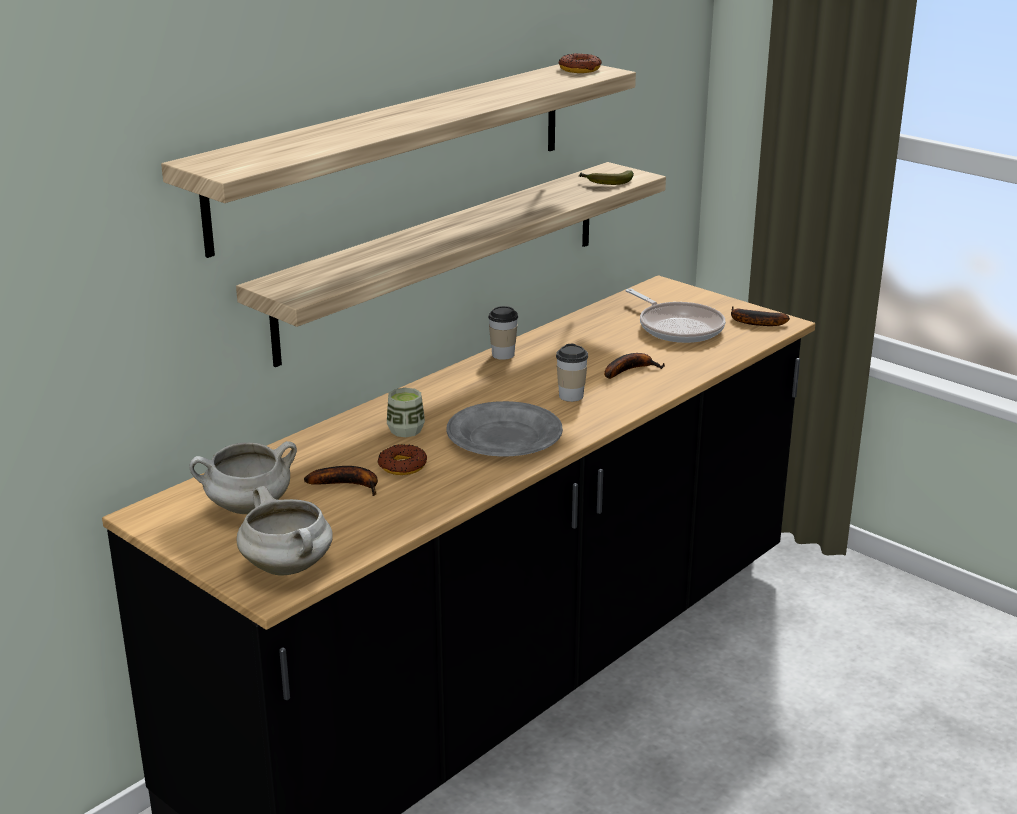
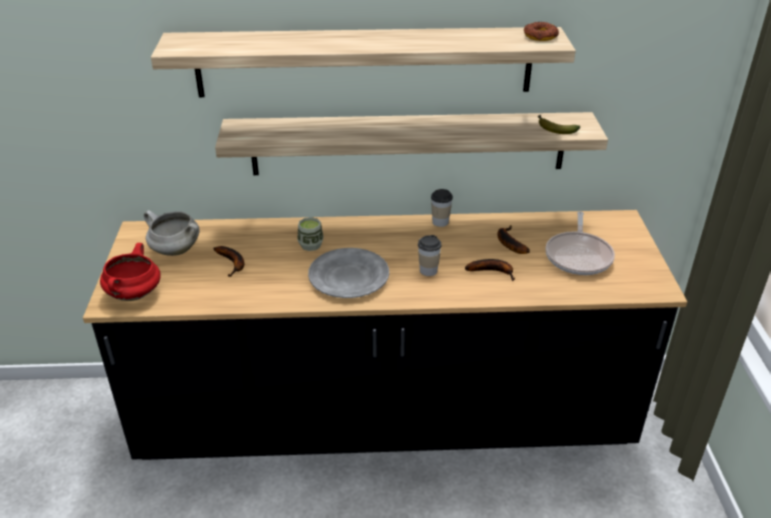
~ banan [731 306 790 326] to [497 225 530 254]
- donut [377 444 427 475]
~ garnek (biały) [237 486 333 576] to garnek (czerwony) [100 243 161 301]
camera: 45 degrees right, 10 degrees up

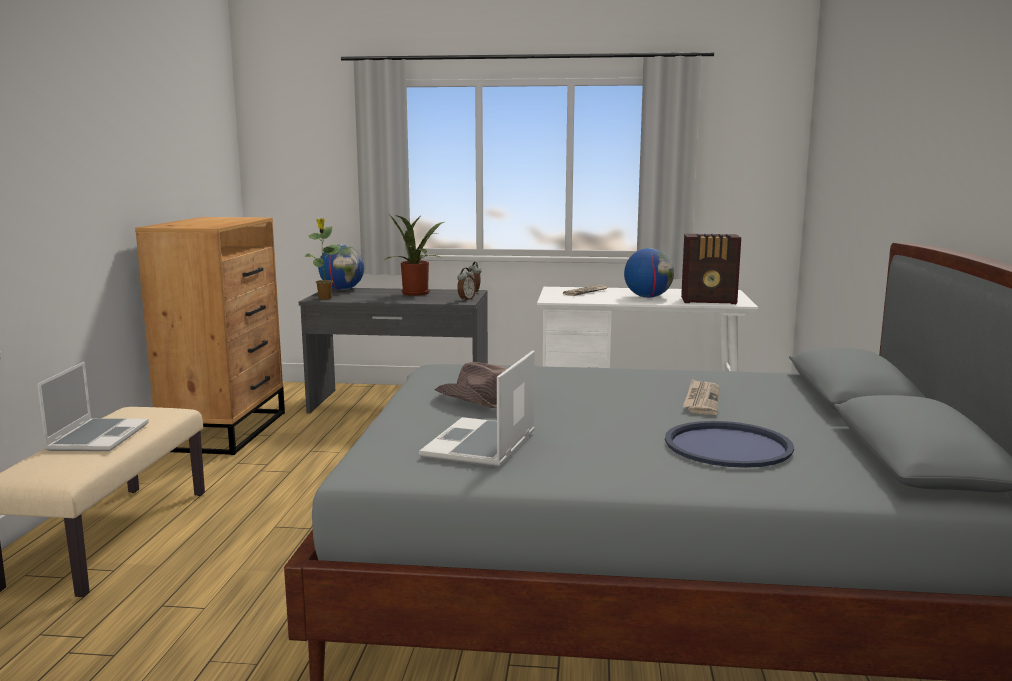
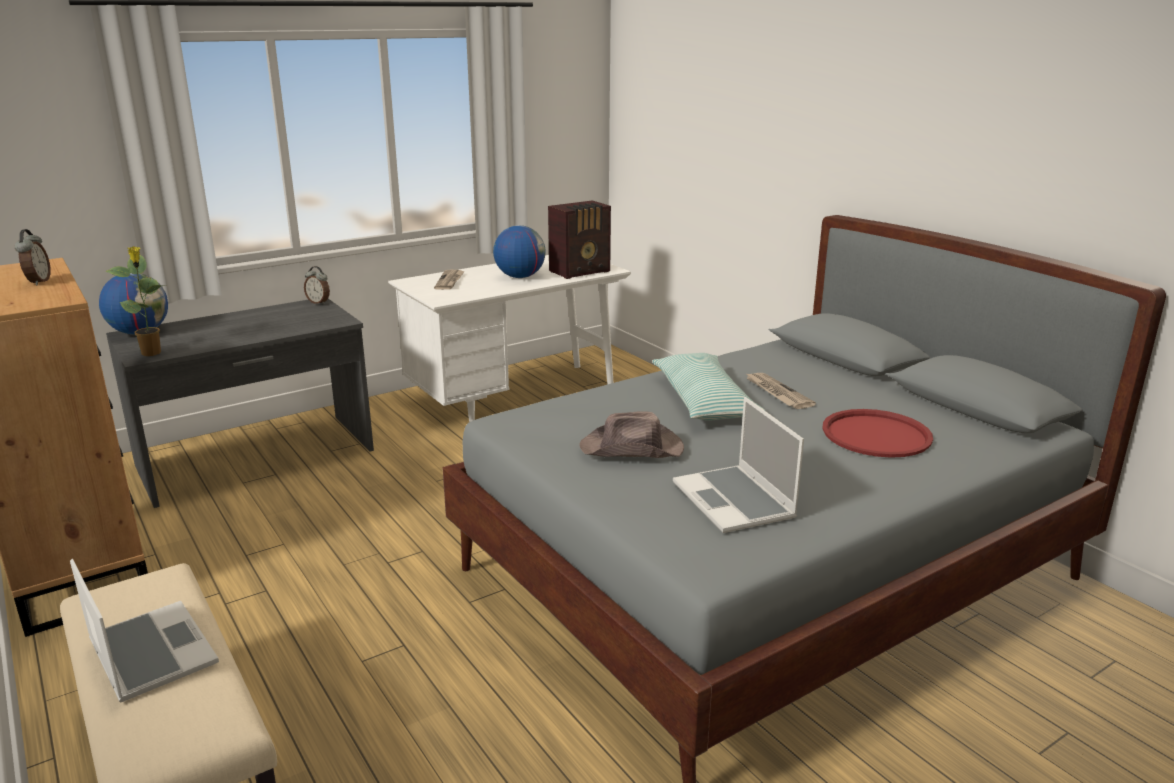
- roślina doniczkowa [385 215 444 295]
~ budzik [457 268 476 301] to [15 229 51 285]
~ taca (niebieski) [665 421 794 468] to taca (czerwony) [822 409 933 458]
+ poduszka [652 353 764 421]
camera: 40 degrees left, 10 degrees up

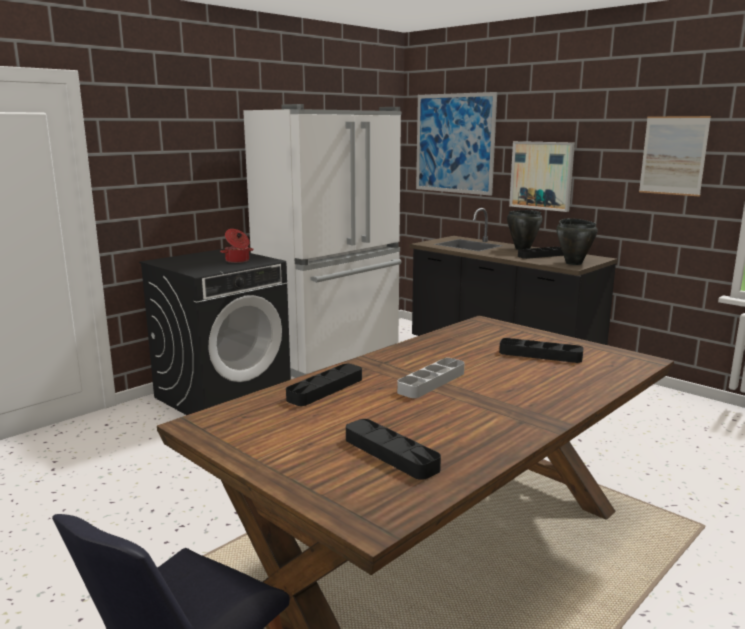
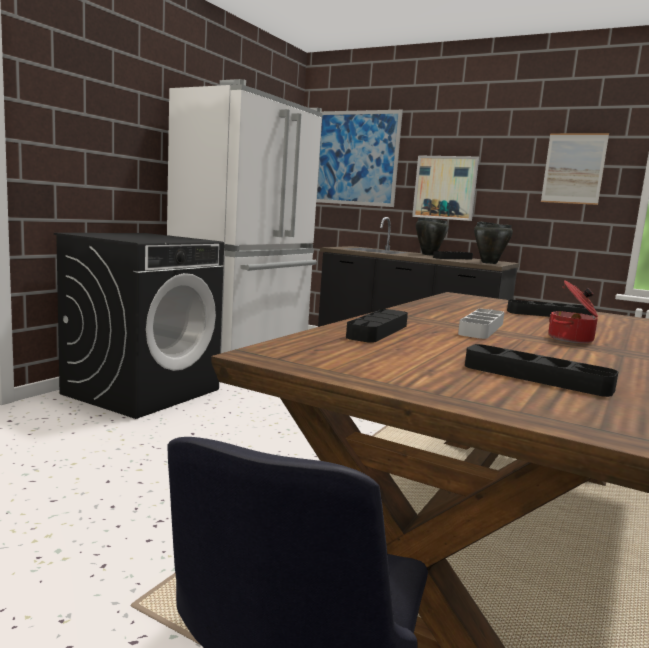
~ garnek [220 229 254 263] to [548 280 598 343]
camera: 15 degrees left, 5 degrees down

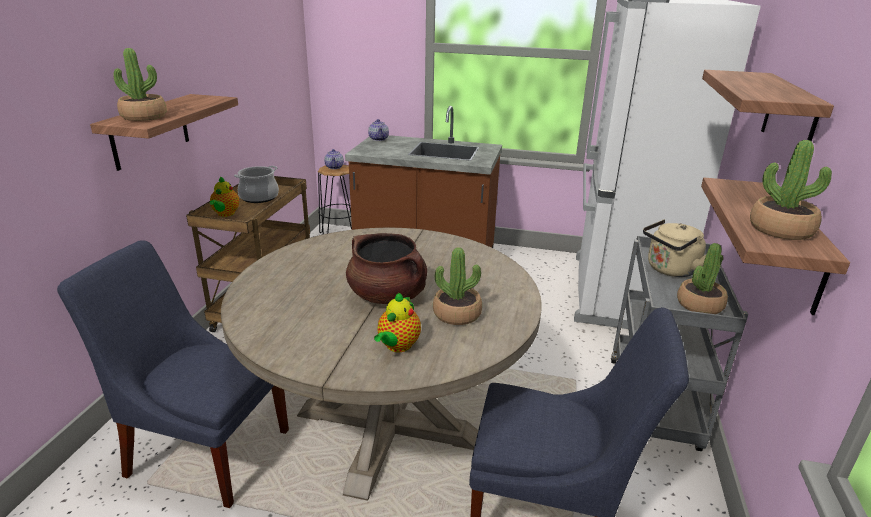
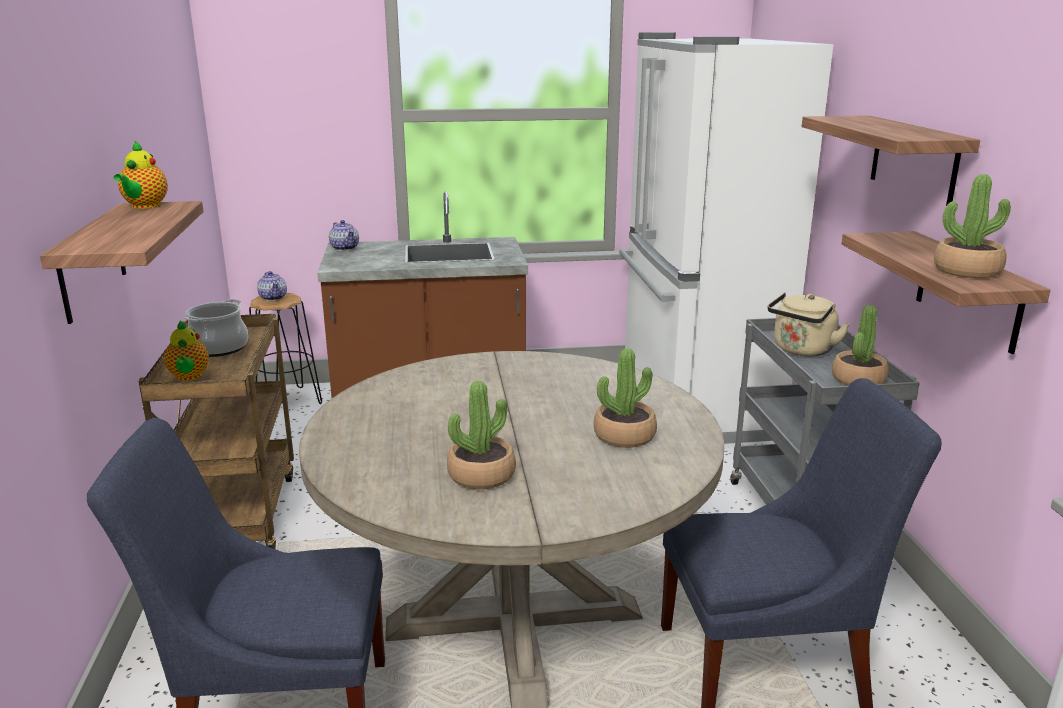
~ roślina doniczkowa [114 48 167 121] to [447 381 516 489]
- garnek (brązowy) [346 233 427 304]
~ imbryk [374 292 421 352] to [114 141 168 209]
camera: 20 degrees left, 5 degrees down

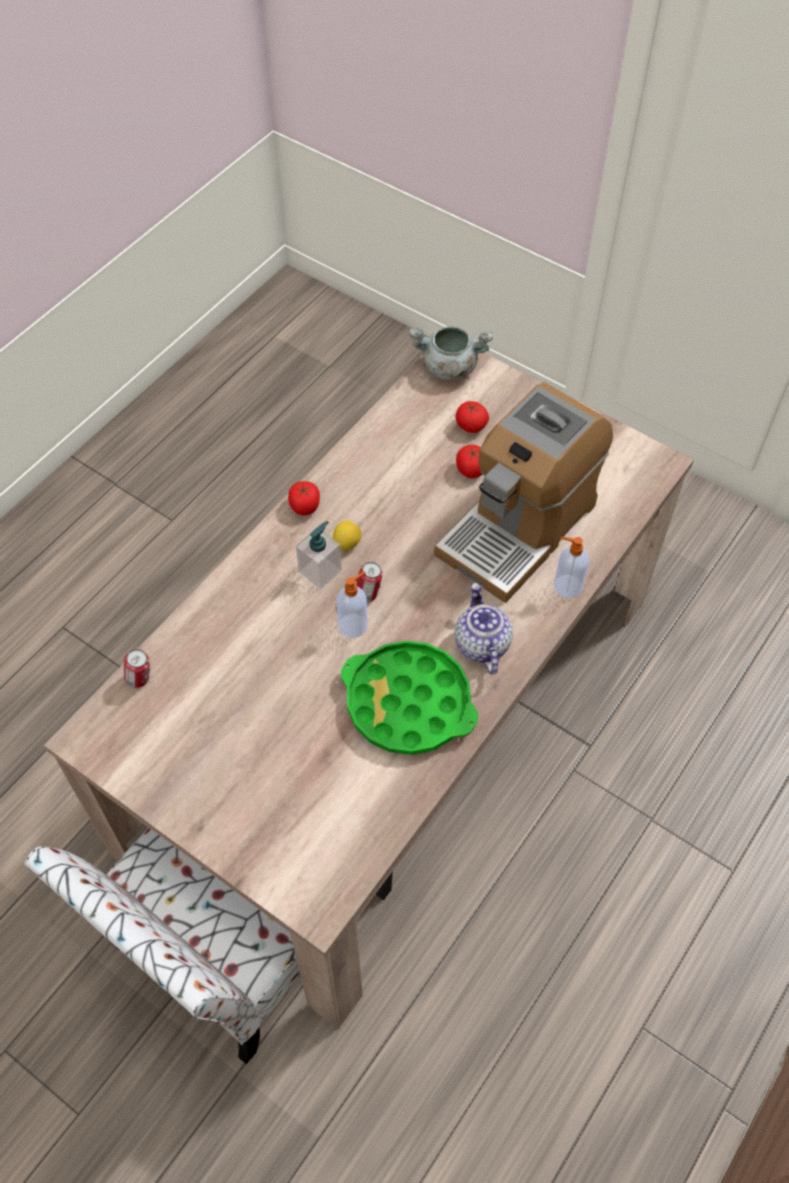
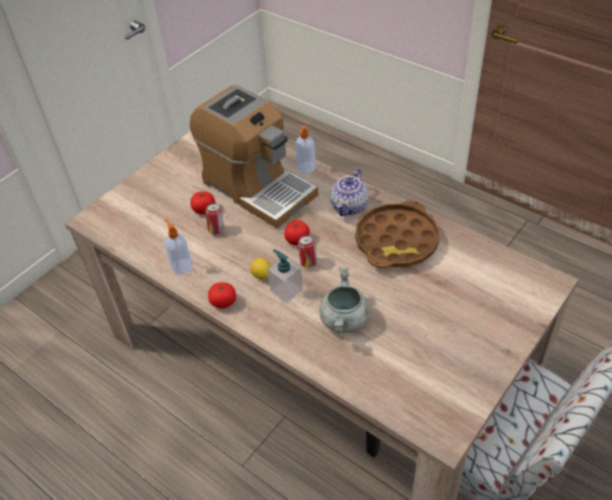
~ garnek (szary) [409 326 493 381] to [319 267 370 333]
~ pomidor [456 401 489 433] to [284 220 310 245]
~ dozownik mydła [337 571 368 638] to [164 219 192 274]
~ imbryk [455 583 513 675] = [330 168 368 216] 60 degrees counterclockwise
~ taca (zielony) [341 641 478 755] to taca (brązowy) [355 201 440 268]
~ puszka [124 649 150 688] to [206 204 224 234]
camera: 85 degrees left, 10 degrees down

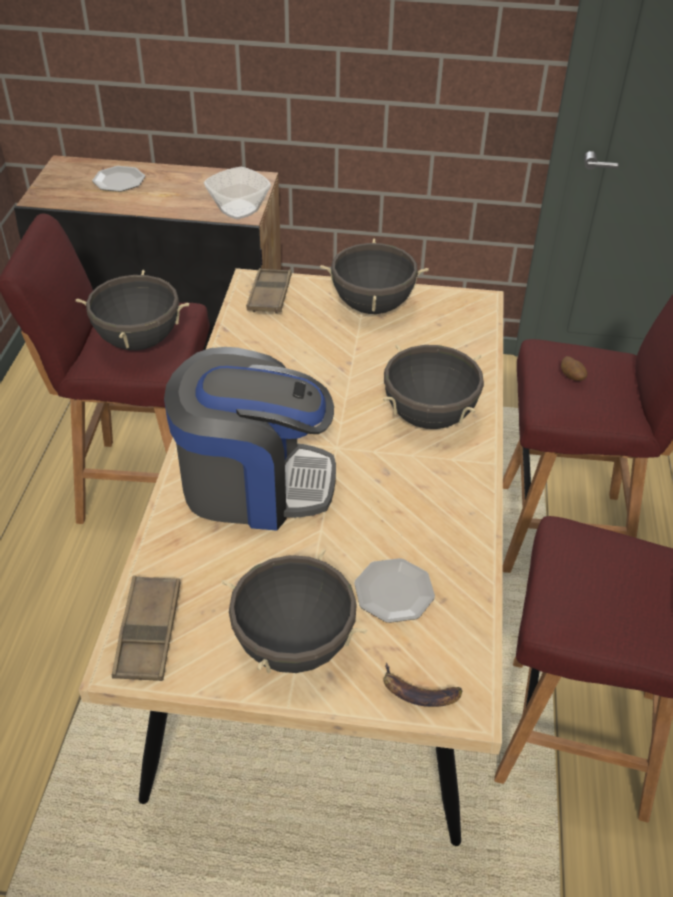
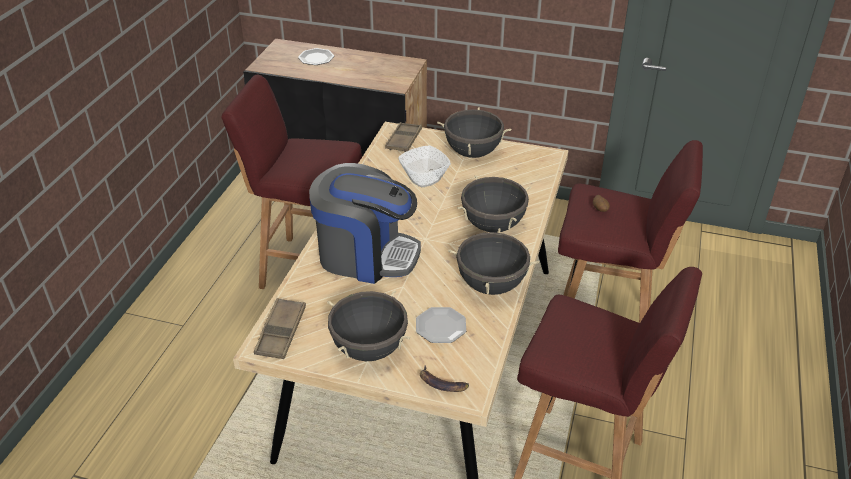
~ miska [204 167 271 219] to [398 145 451 187]
~ garnek (czarny) [76 270 189 350] to [448 228 539 295]
camera: 10 degrees right, 5 degrees down

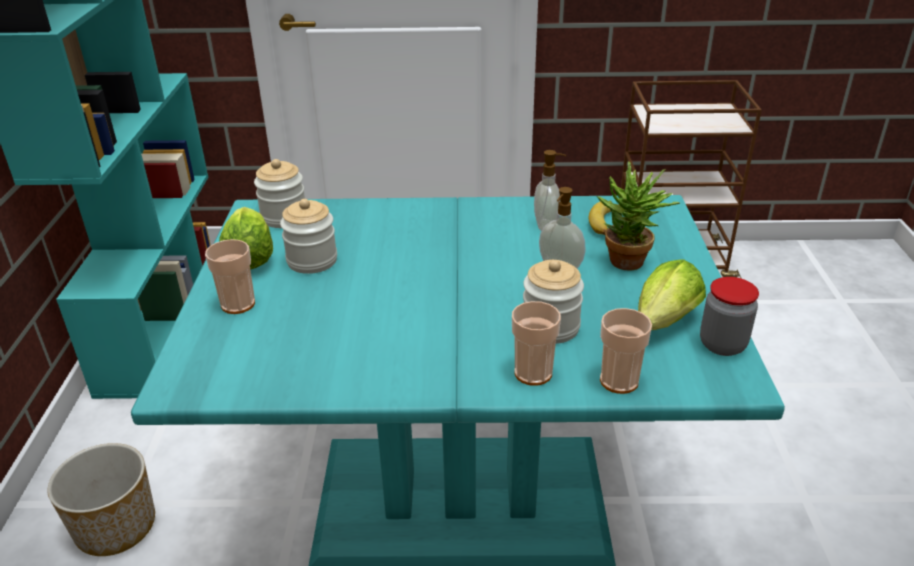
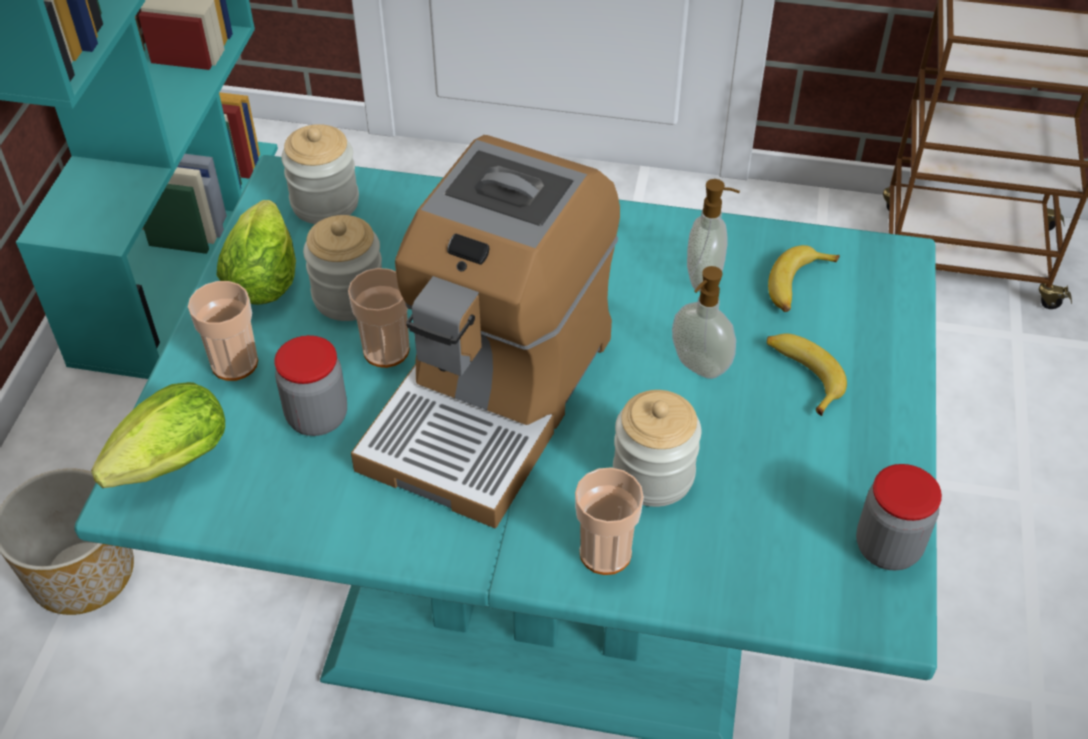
~ roślina doniczkowa [597 162 680 271] to banan [767 333 847 416]
~ sałata [638 259 706 331] to [91 382 225 488]
~ filiżanka [600 308 652 394] to [348 268 410 368]
+ ekspres do kawy [351 135 620 528]
+ słoik [275 335 347 436]
camera: 10 degrees right, 15 degrees up

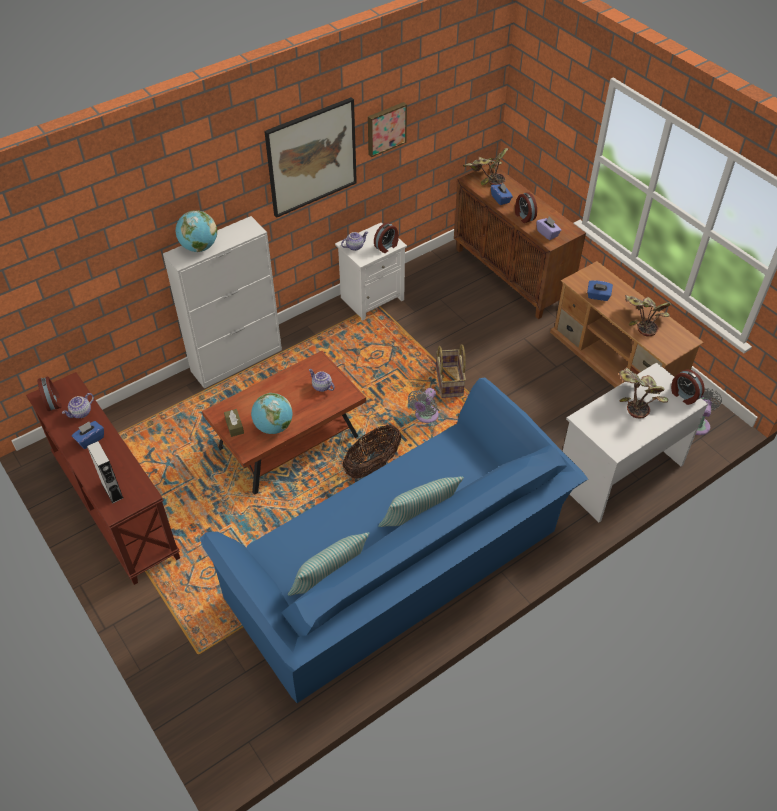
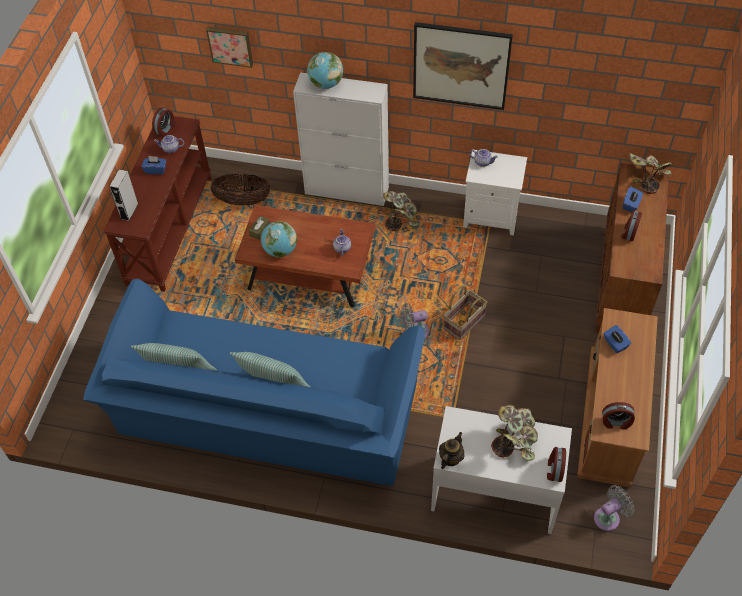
~ obraz [368 102 407 157] to [206 27 253 68]
- pudełko chusteczek (fioletowy) [536 217 561 240]
~ budzik [374 223 399 253] to [602 402 635 429]
~ roślina doniczkowa [625 295 671 337] to [383 191 419 231]
~ koszyk [343 425 402 479] to [210 174 270 206]
+ imbryk [439 432 464 469]
camera: 50 degrees right, 5 degrees up

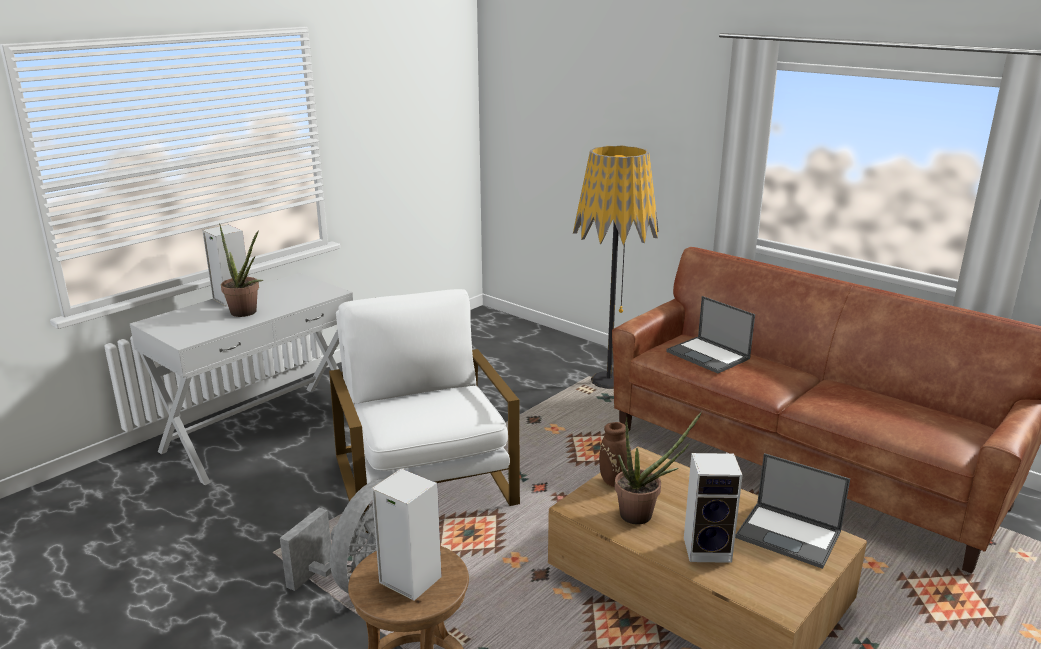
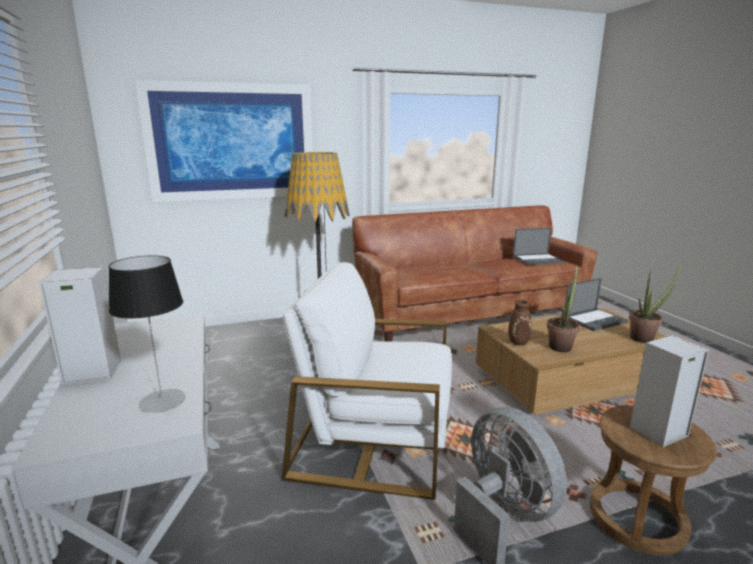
~ roślina doniczkowa [219 223 264 317] to [629 263 683 343]
~ laptop [666 296 755 373] to [513 228 564 265]
- głośnik [684 453 743 563]
+ obraz [135 80 313 202]
+ lampa stołowa [109 255 185 413]
camera: 60 degrees left, 5 degrees down

